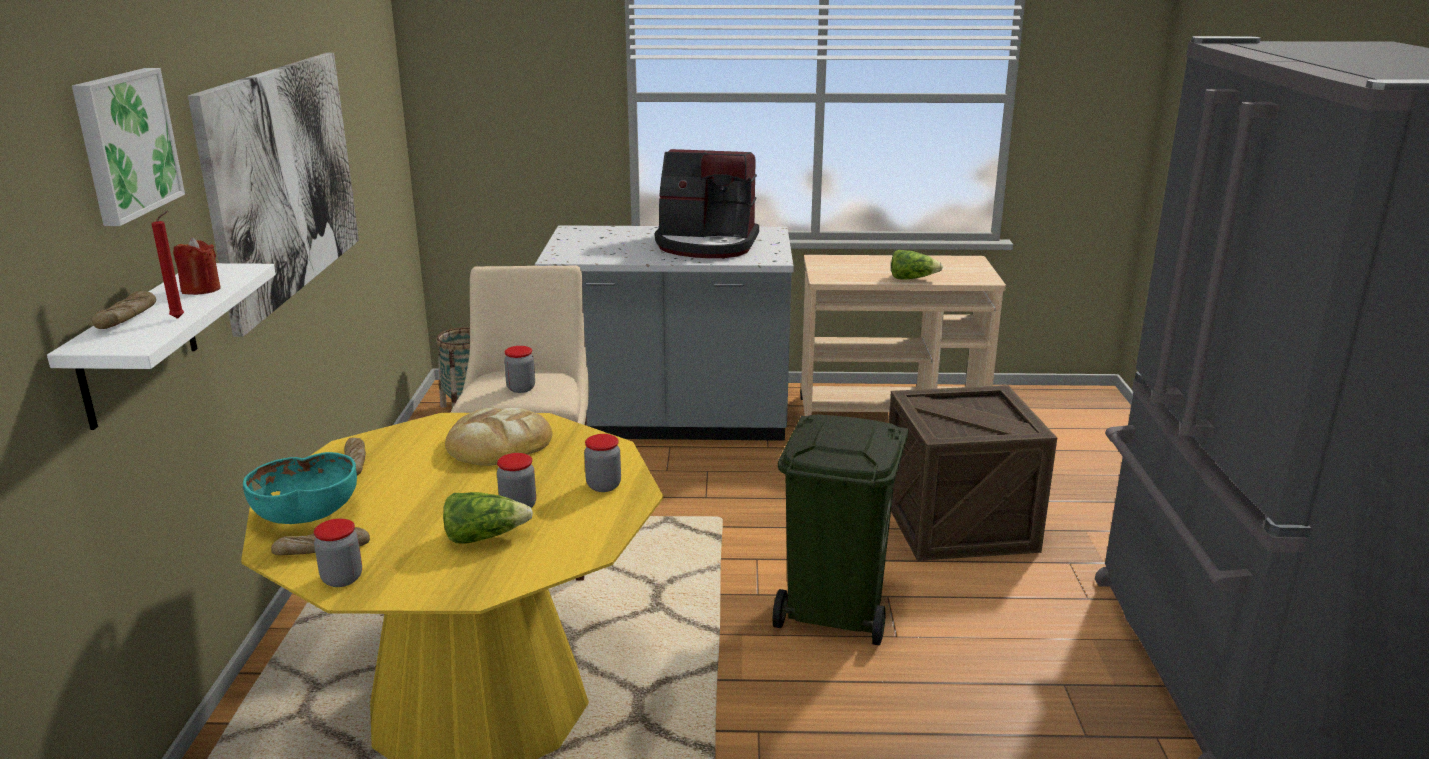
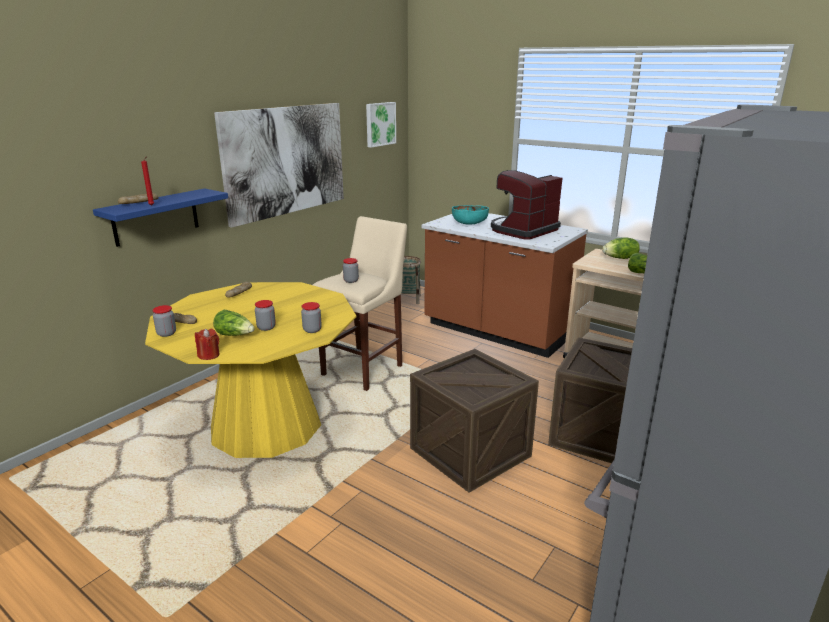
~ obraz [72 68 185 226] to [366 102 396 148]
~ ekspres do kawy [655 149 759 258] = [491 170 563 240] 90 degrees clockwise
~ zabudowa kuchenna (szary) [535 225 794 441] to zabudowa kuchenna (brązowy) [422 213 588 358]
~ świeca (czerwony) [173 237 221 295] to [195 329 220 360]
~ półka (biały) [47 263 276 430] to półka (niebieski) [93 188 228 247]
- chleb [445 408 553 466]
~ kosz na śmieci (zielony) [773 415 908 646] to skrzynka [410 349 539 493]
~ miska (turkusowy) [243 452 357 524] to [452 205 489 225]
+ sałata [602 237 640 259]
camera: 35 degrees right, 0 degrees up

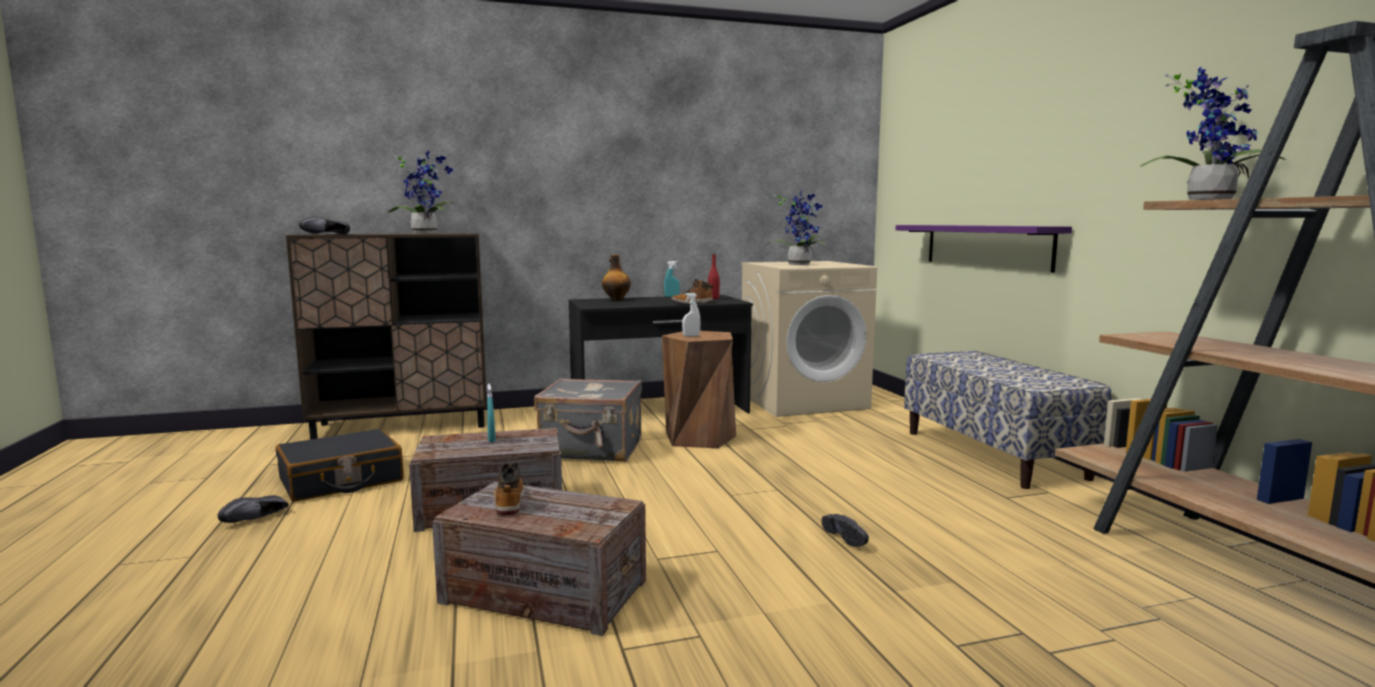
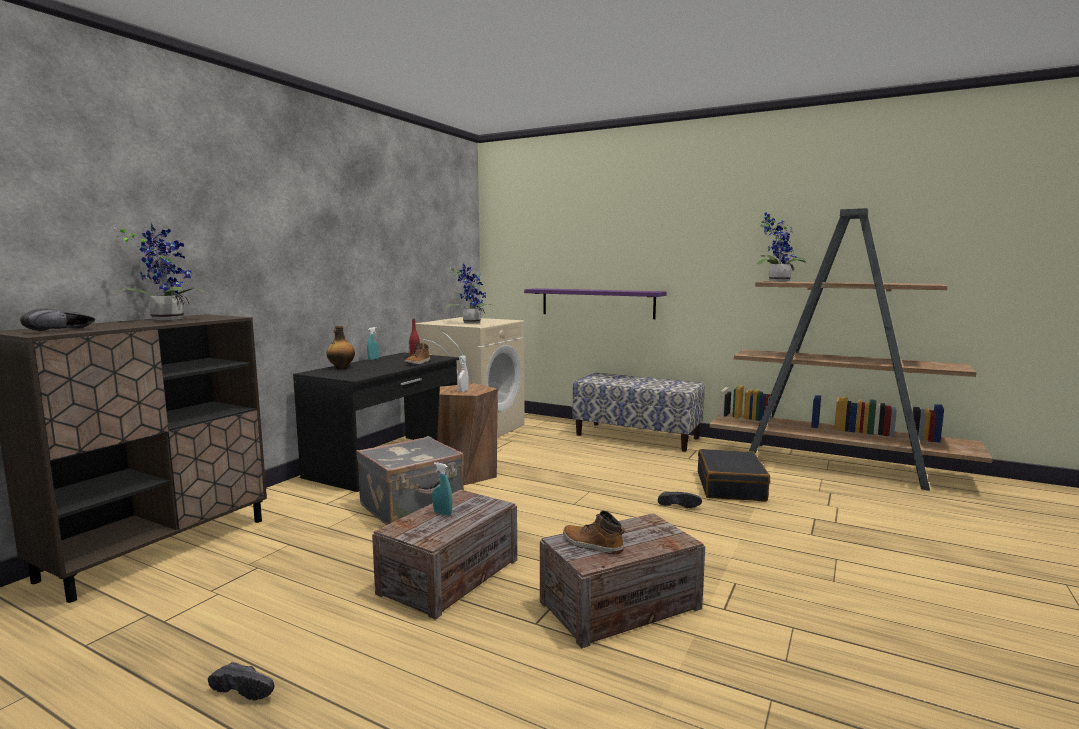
~ walizka (czarny) [276 429 404 502] to [698 449 770 502]
~ but (czarny) [218 495 289 523] = [208 662 274 700] 60 degrees counterclockwise
camera: 45 degrees left, 0 degrees up

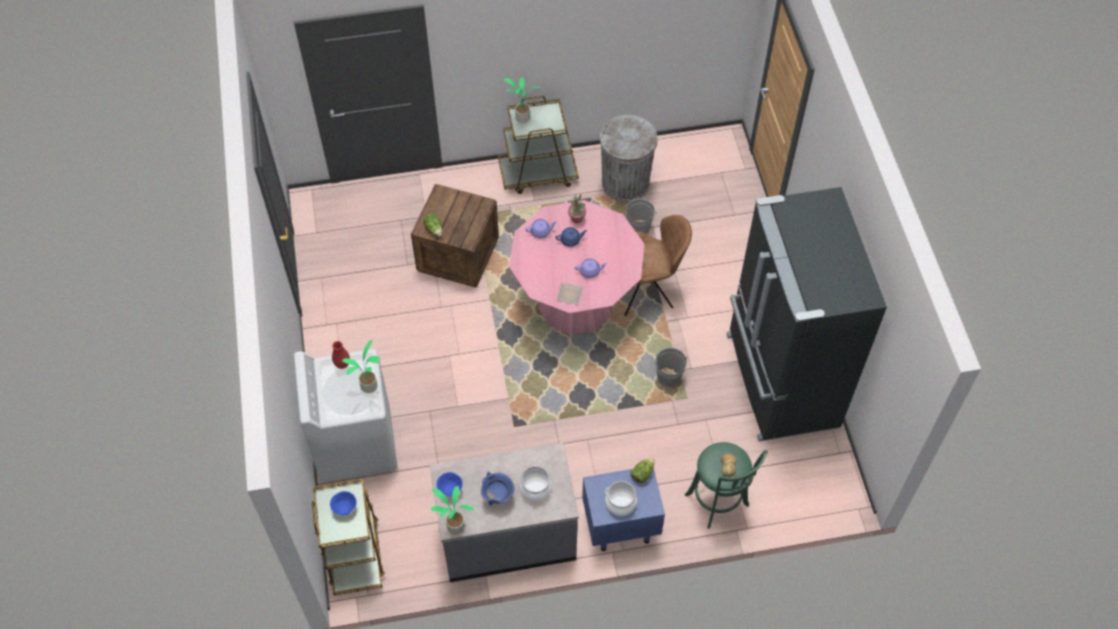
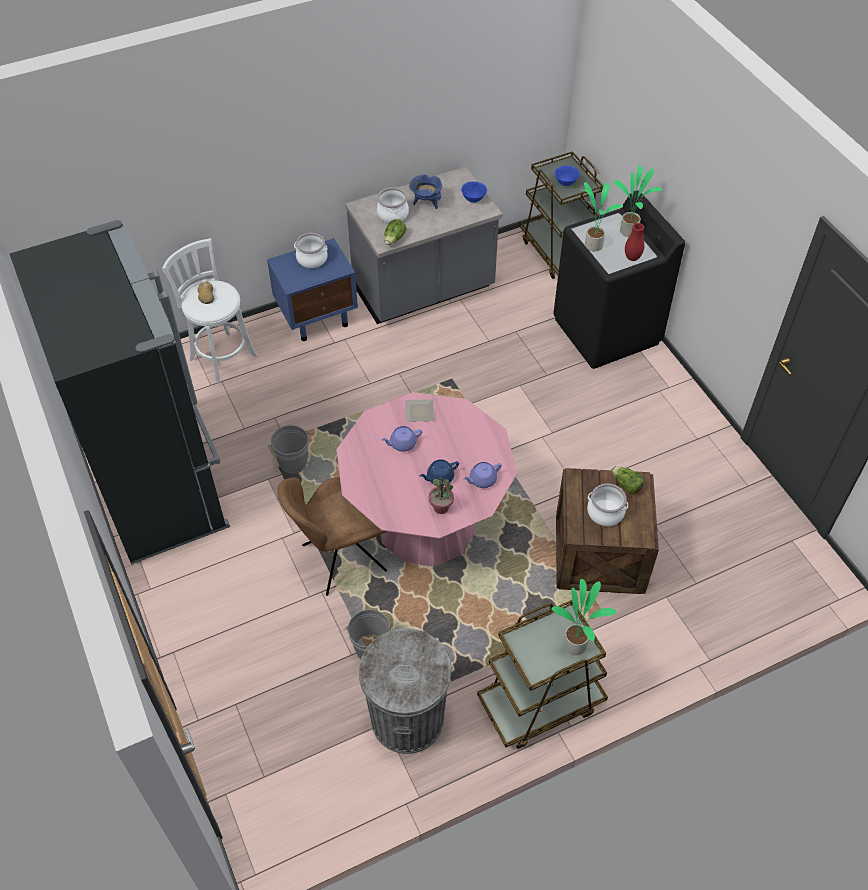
~ pralka (biały) [294 349 398 483] to pralka (czarny) [553 190 685 369]
~ stołek (zielony) [685 442 768 529] to stołek (biały) [162 238 257 383]
~ sałata [631 458 655 483] to [384 219 406 245]
~ roślina doniczkowa [431 486 474 535] to [613 165 662 237]
+ garnek [587 483 628 526]
camera: 165 degrees right, 5 degrees down

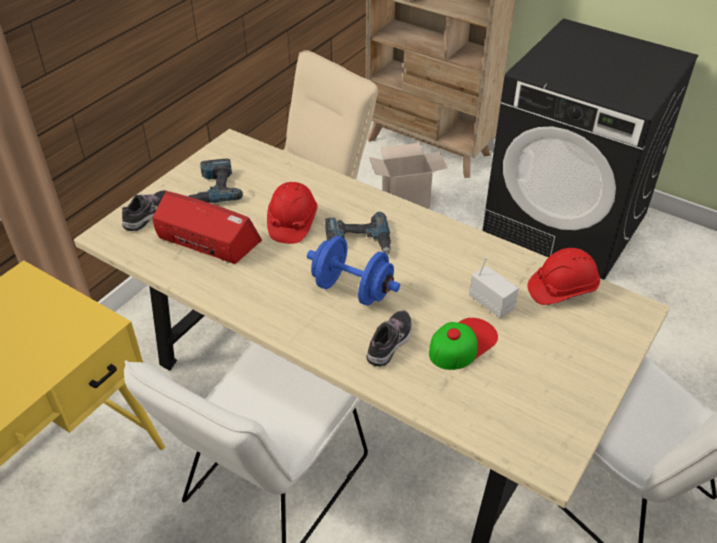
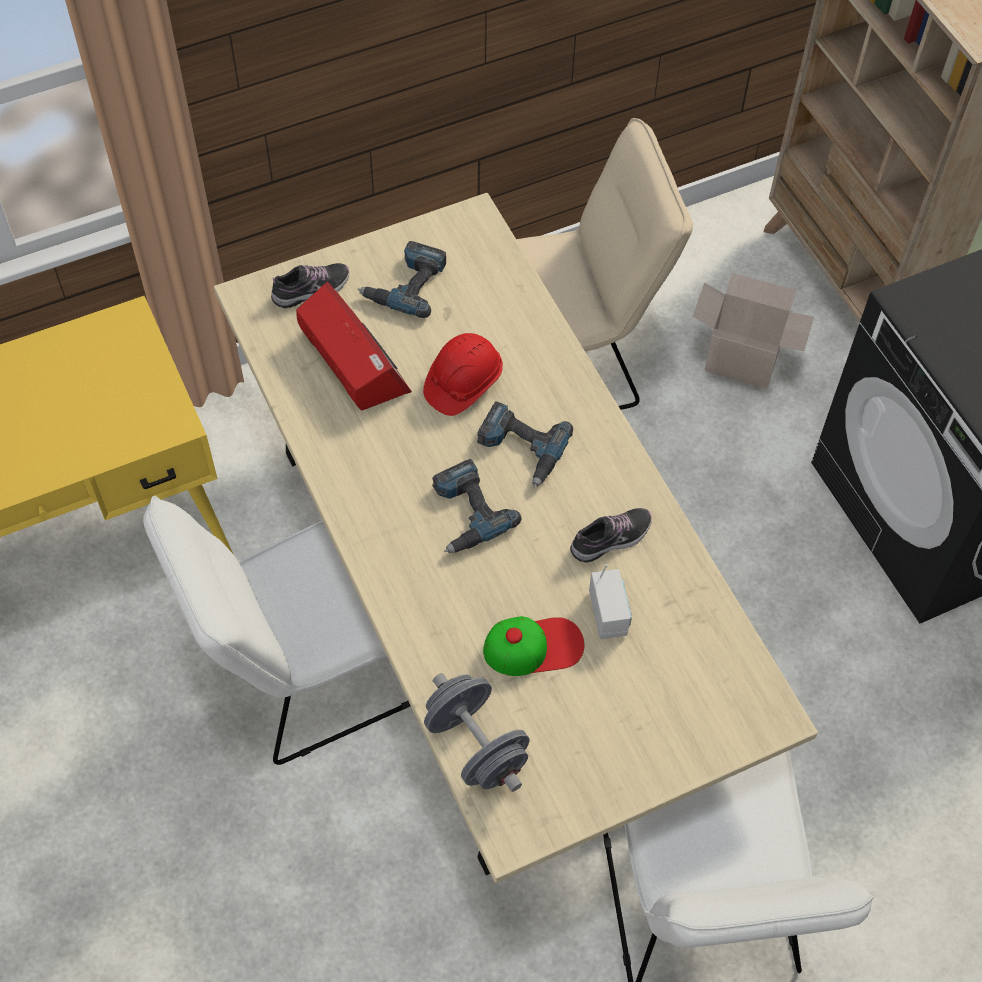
~ hantel (niebieski) [307 236 400 306] to wiertarka [432 459 522 553]
- kask (czerwony) [527 248 600 305]
~ but [366 310 412 366] to [570 508 652 562]
+ hantel (szary) [424 673 530 792]
camera: 30 degrees right, 15 degrees up

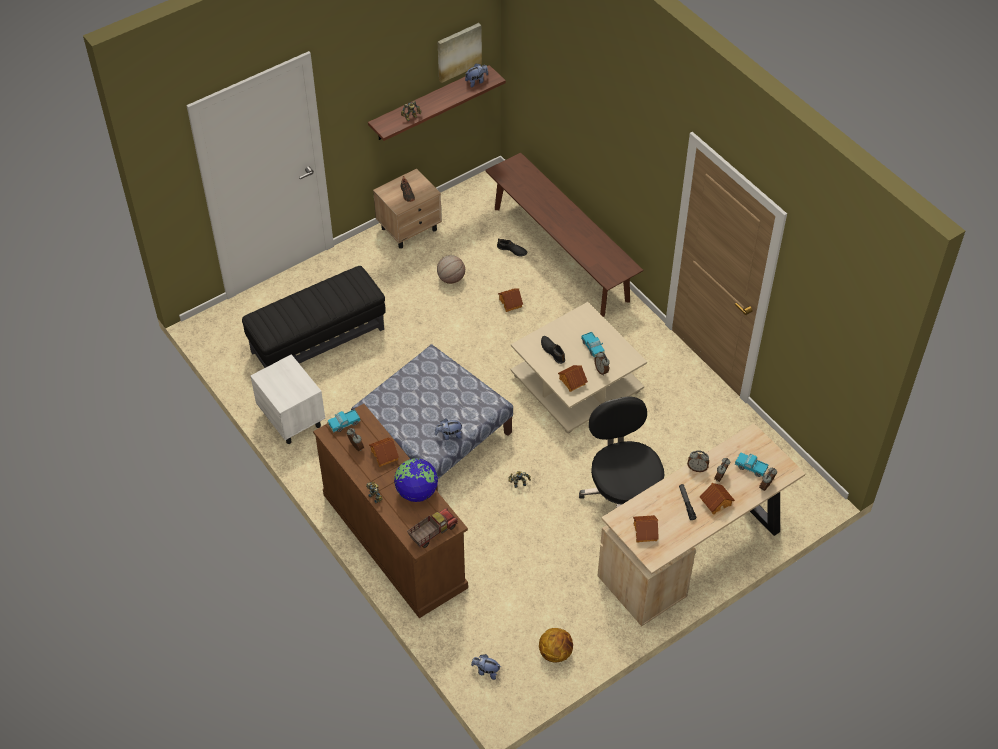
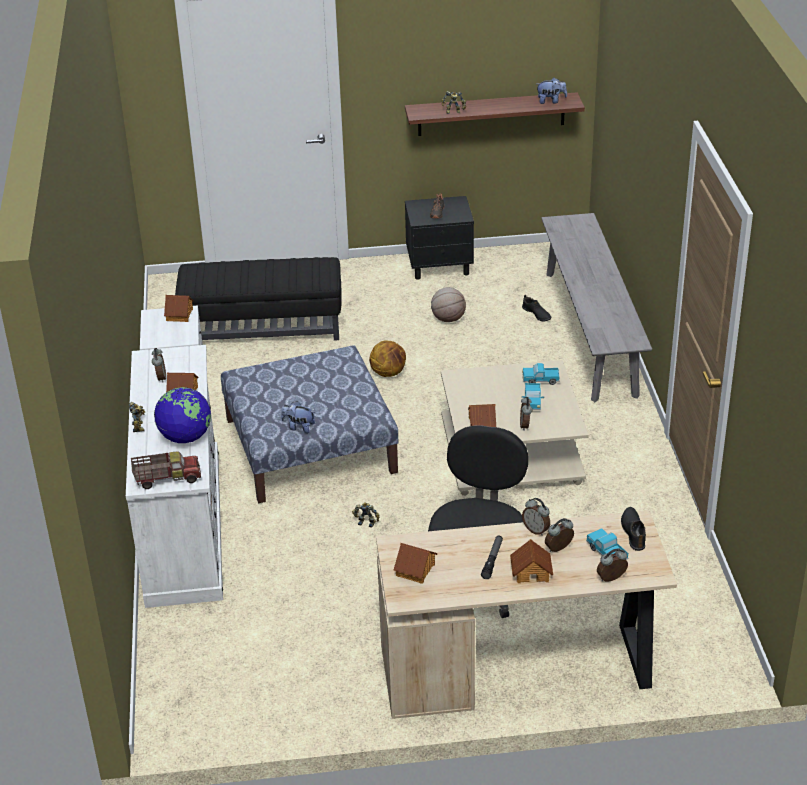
- obraz [438 23 482 83]
~ ławka (brązowy) [485 152 643 317] to ławka (szary) [541 213 652 402]
~ szafka nocna (beżowy) [373 169 442 249] to szafka nocna (czarny) [405 196 474 279]
~ domek [498 288 523 312] to [164 295 194 322]
~ but (czarny) [541 336 565 364] to [621 507 646 551]
~ komoda (brązowy) [313 404 468 618] to komoda (biały) [126 345 223 608]
~ ciężarówka zabawkowa [327 409 361 433] to [522 363 559 385]
~ piłka do koszykówki [539 628 573 662] to [369 340 406 377]
- pluszak [471 654 501 680]
camera: 30 degrees right, 15 degrees down

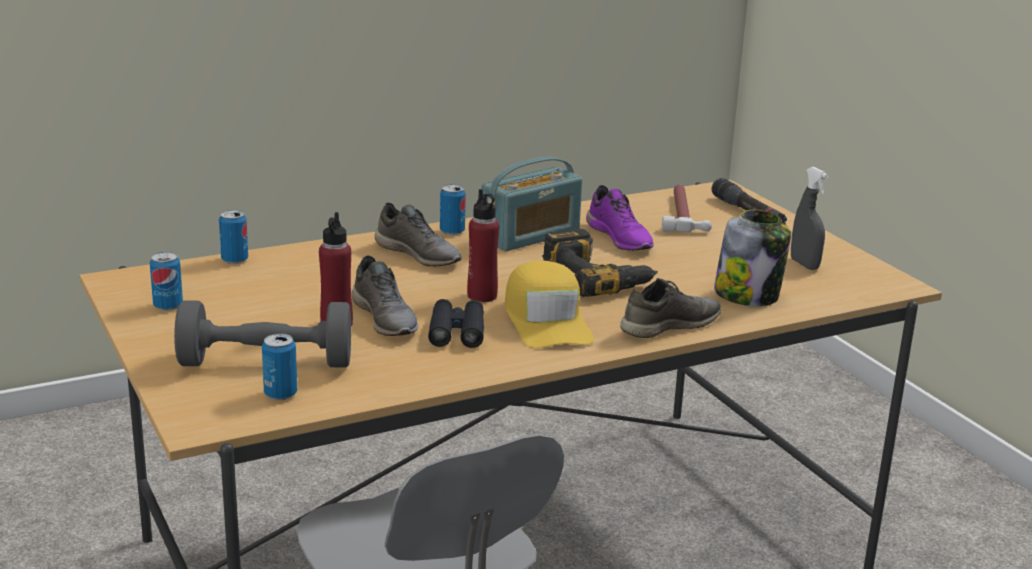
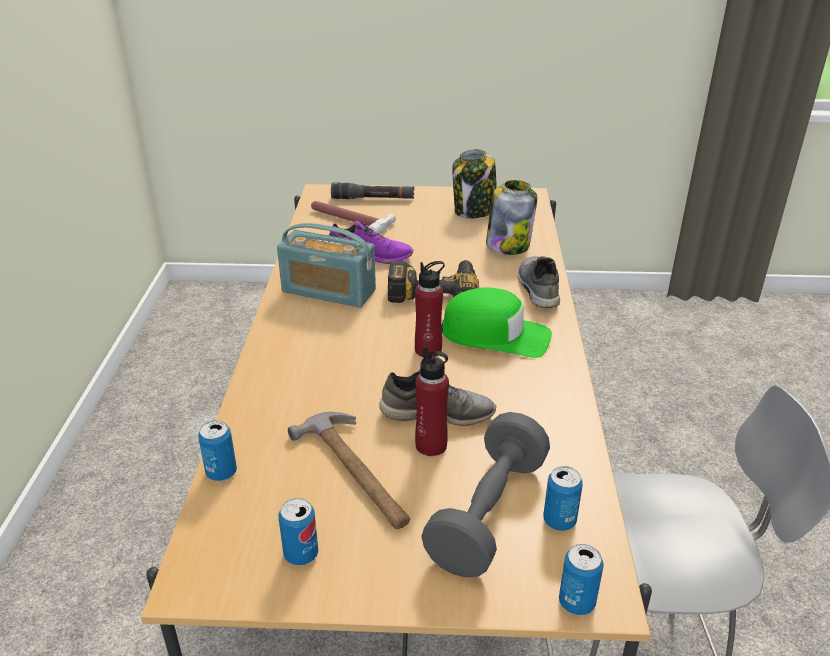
~ radio [481 156 582 252] = [277 223 376 308] 120 degrees clockwise
~ spryskiwacz (szary) [791 167 829 270] to słoik [452 149 497 219]
~ puszka [440 184 466 235] to [559 544 604 615]
- but (szary) [375 202 462 266]
~ czapka z daszkiem (żółty) [505 261 594 348] to czapka z daszkiem (zielony) [442 287 552 358]
- lornetka (czarny) [428 299 484 348]
+ młotek [288 412 410 529]
camera: 60 degrees left, 10 degrees up

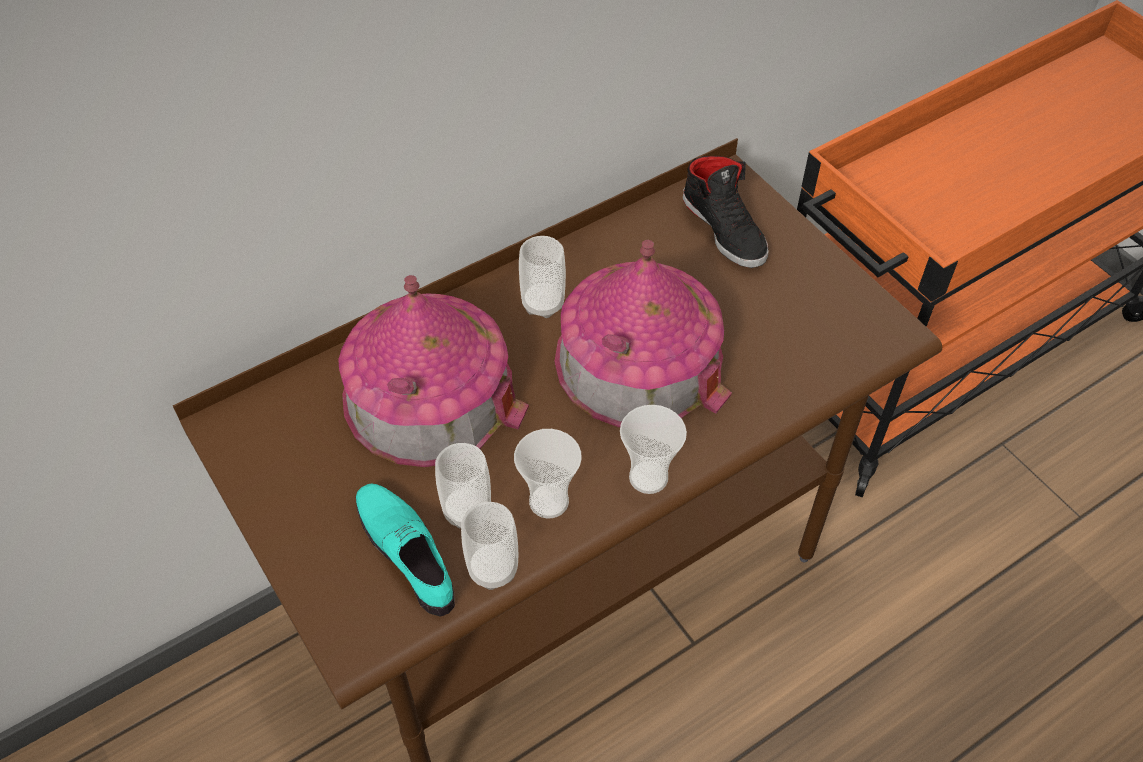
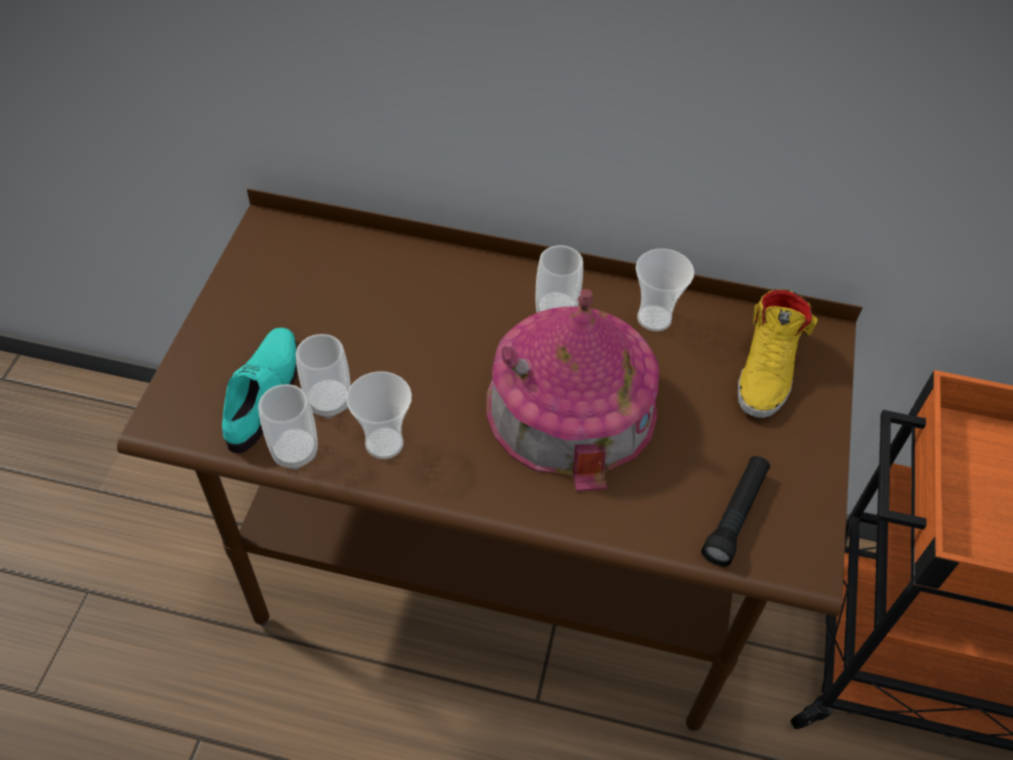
~ but (czarny) [683 156 769 268] to but (żółty) [738 289 818 418]
- domek [338 275 529 467]
~ filiżanka [620 405 687 494] to [636 249 694 331]
+ latarka (czarny) [701 456 770 566]
camera: 45 degrees right, 0 degrees up

